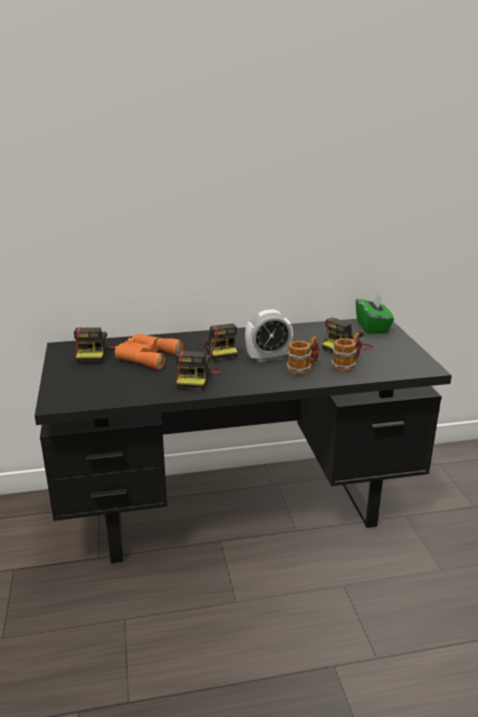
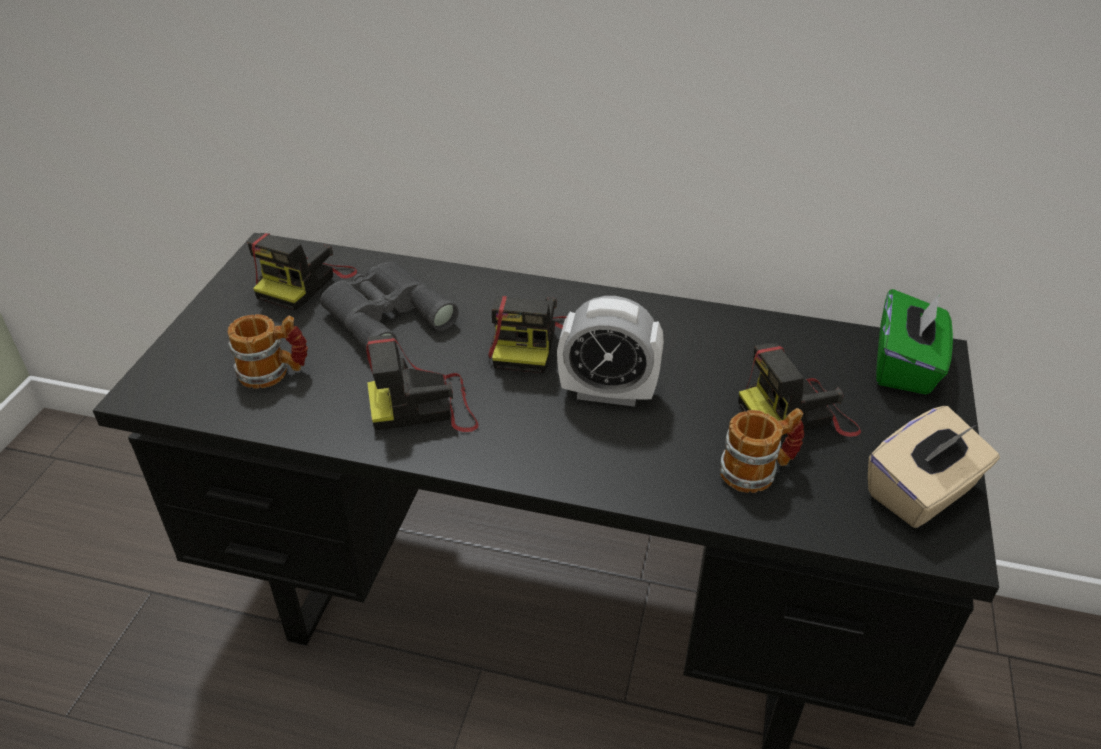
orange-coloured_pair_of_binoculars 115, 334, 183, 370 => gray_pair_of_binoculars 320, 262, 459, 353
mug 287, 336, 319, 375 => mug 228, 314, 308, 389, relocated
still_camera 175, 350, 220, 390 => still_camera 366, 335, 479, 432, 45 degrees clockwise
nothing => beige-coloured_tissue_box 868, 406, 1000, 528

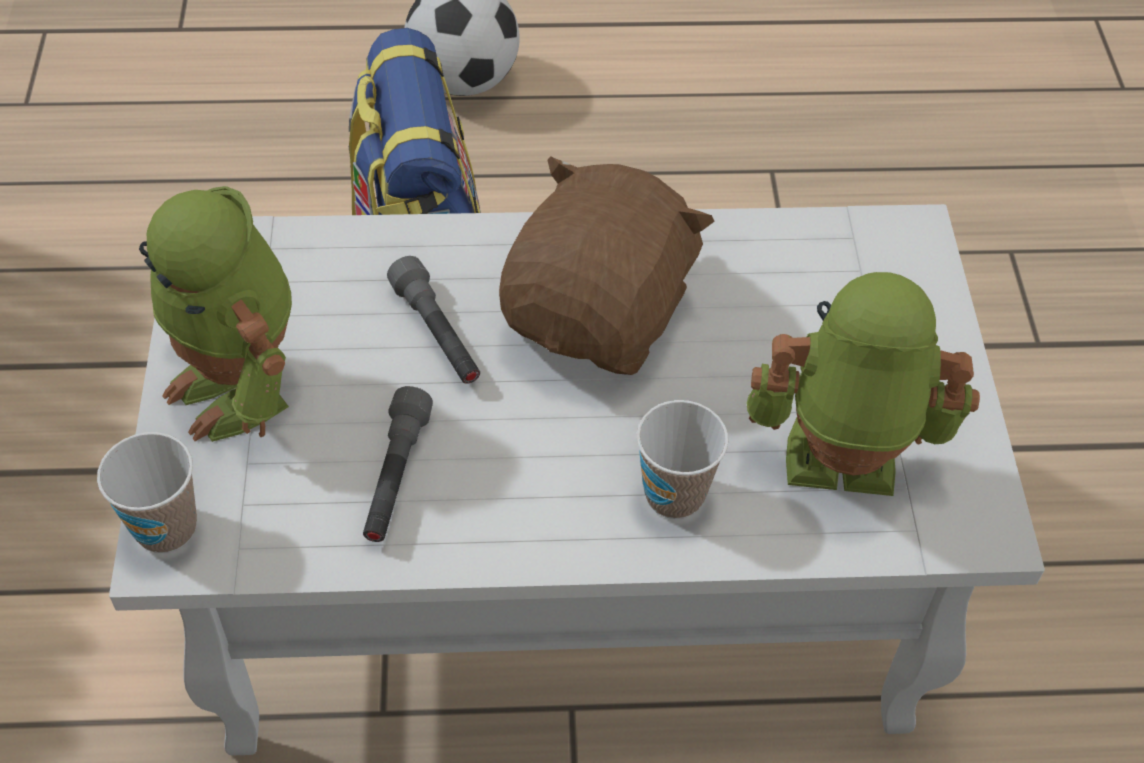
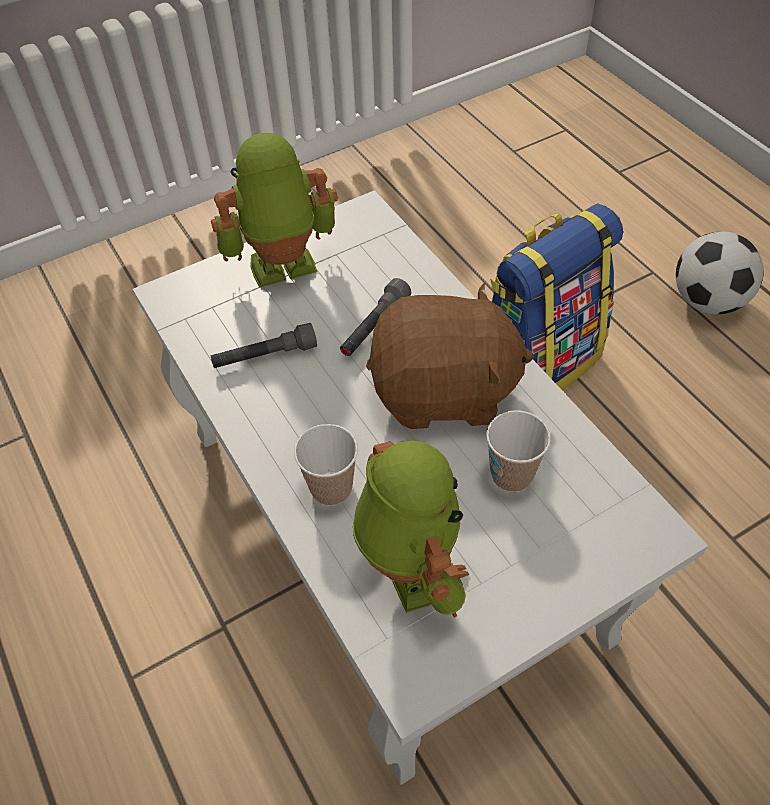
model_robot 139, 186, 292, 442 => model_robot 211, 133, 338, 288, 45 degrees clockwise
small_cup 97, 432, 197, 553 => small_cup 486, 410, 551, 492, relocated

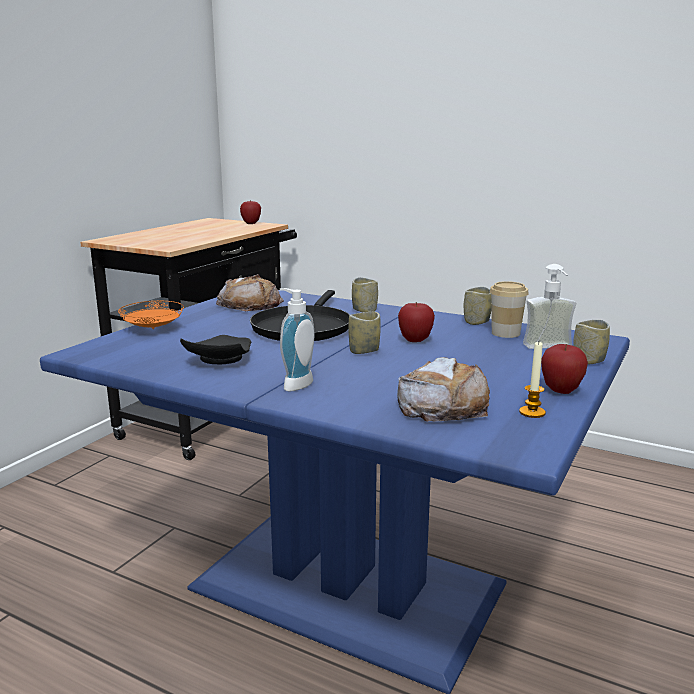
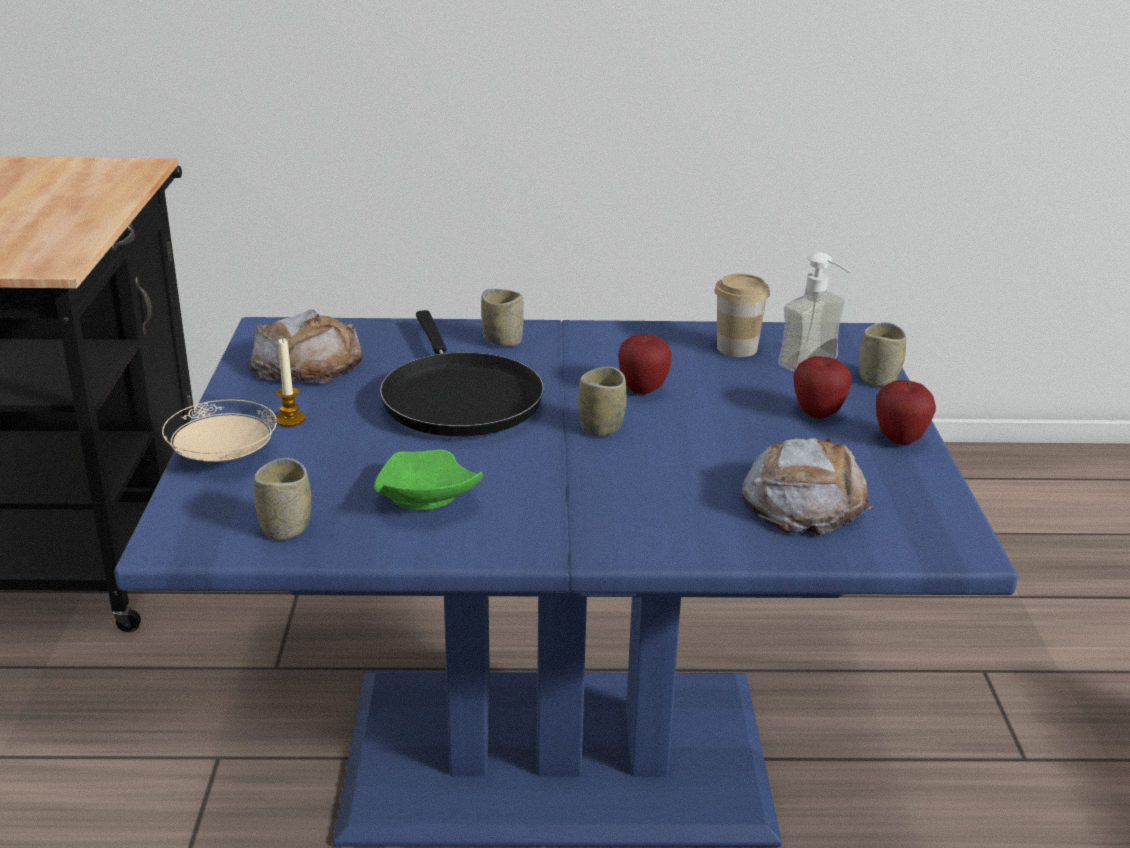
apple 240, 201, 261, 224 => apple 794, 356, 852, 419, relocated
small_cup 464, 287, 491, 325 => small_cup 254, 458, 311, 541, relocated
liquid_soap_bottle 280, 288, 314, 391 => nothing
orange-coloured_flat_dish 118, 301, 184, 329 => beige-coloured_flat_dish 162, 399, 277, 462
black_flat_dish 180, 335, 251, 365 => greenish_flat_dish 374, 450, 483, 510
wax_light 519, 342, 546, 418 => wax_light 275, 338, 306, 427, relocated

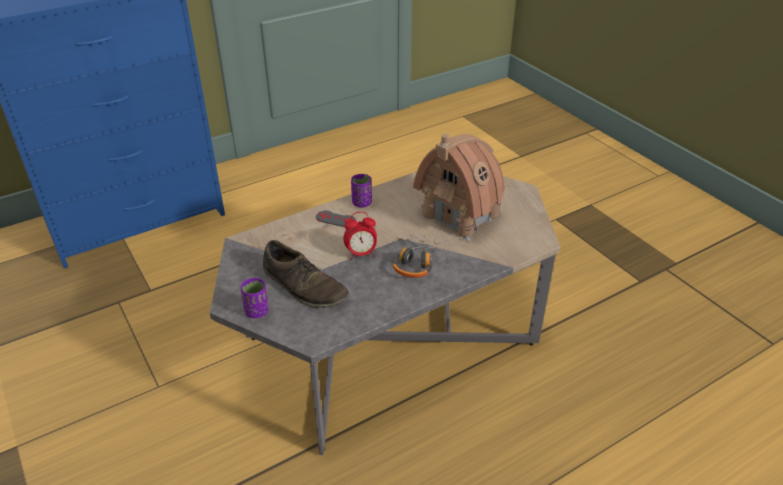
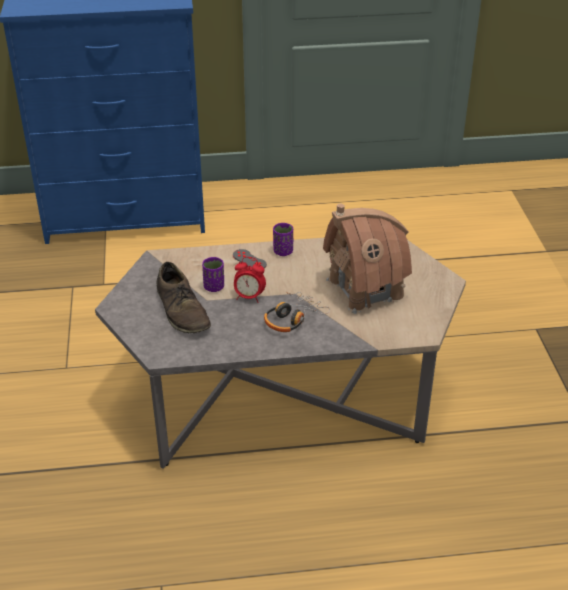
purplish_small_cup 240, 278, 269, 318 => purplish_small_cup 202, 257, 224, 292, relocated

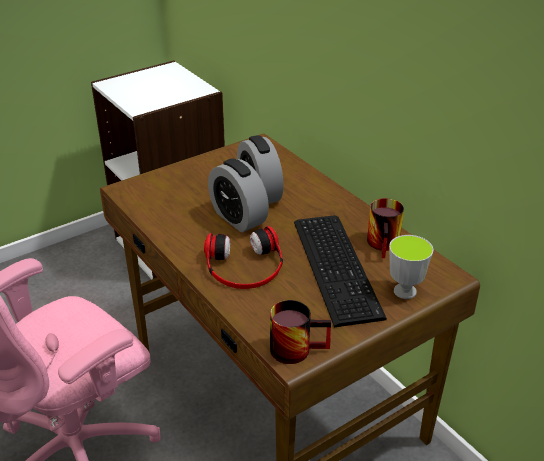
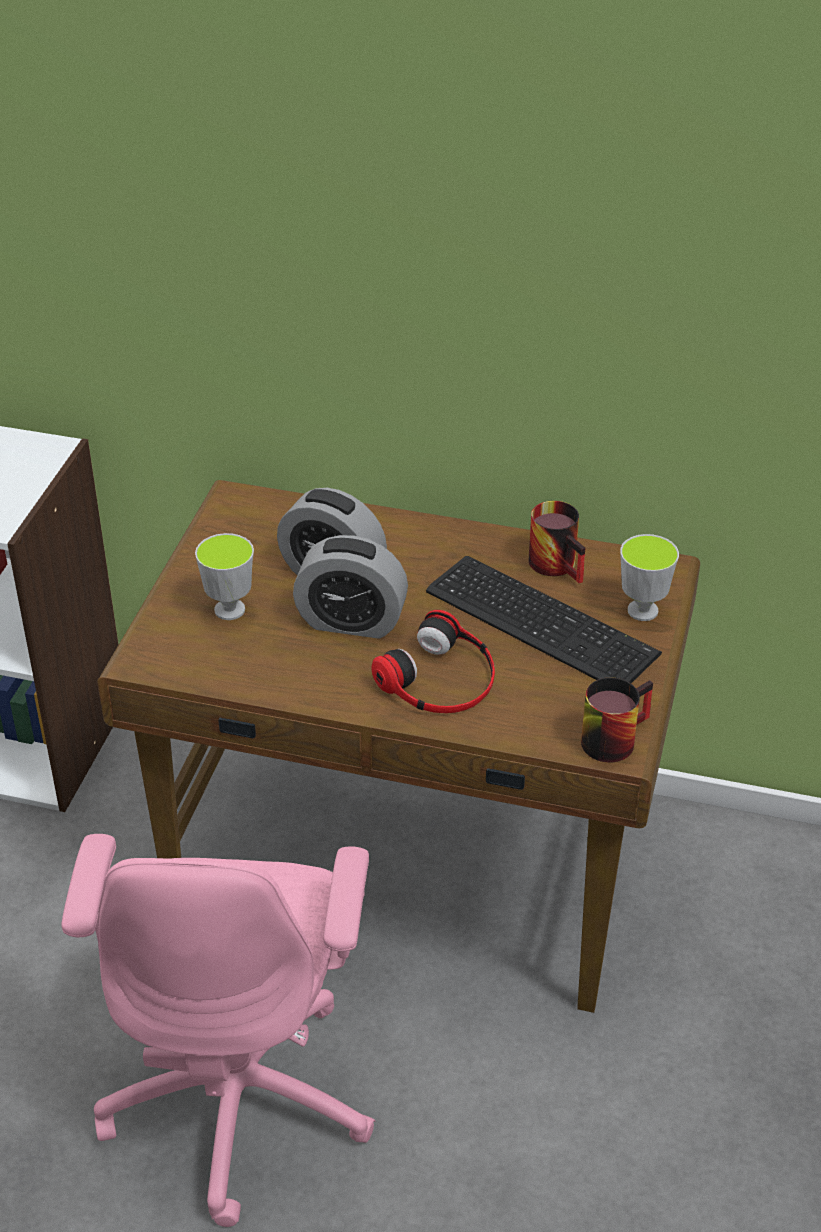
nothing => small_cup 195, 533, 254, 620

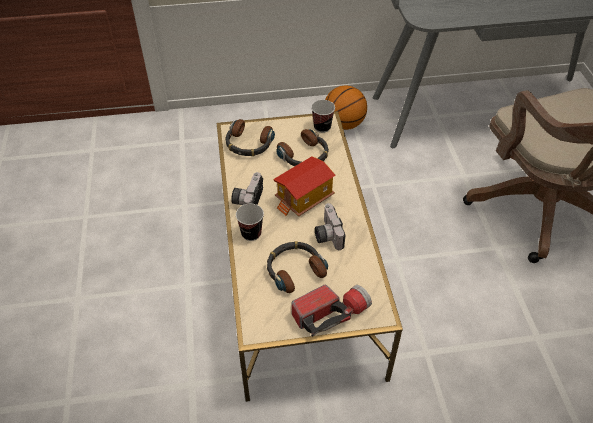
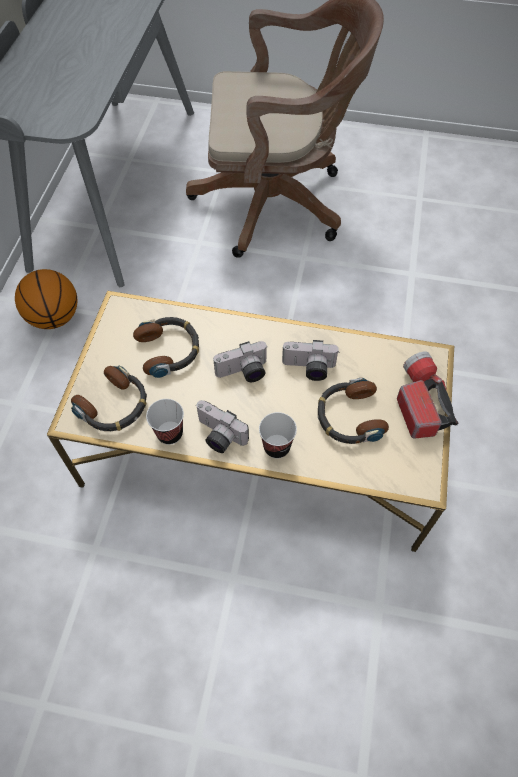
small_cup 311, 100, 335, 133 => small_cup 146, 399, 184, 445, relocated
model_house 273, 156, 336, 216 => still_camera 213, 341, 268, 382

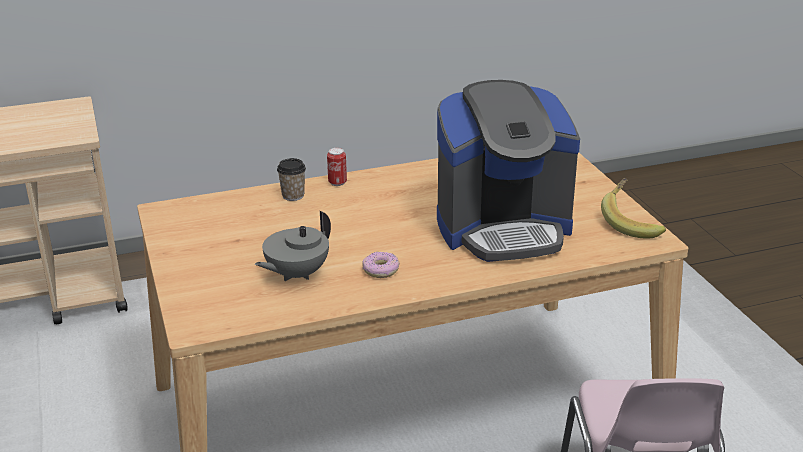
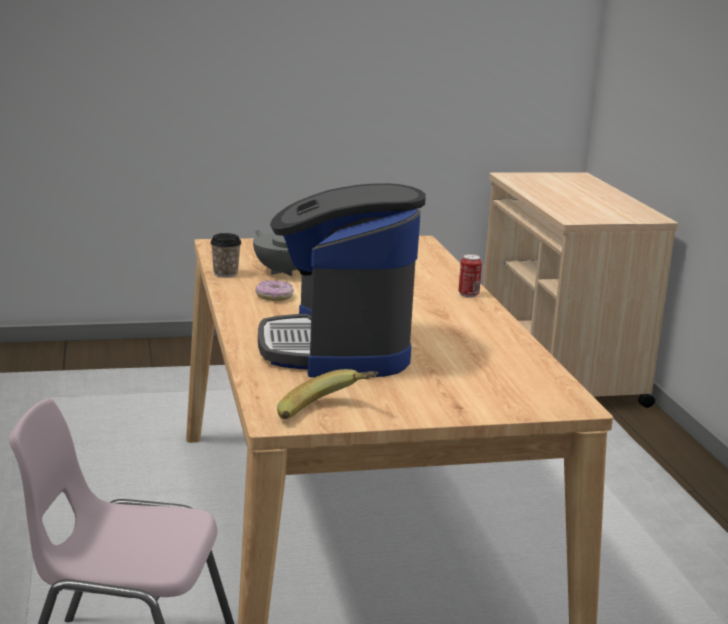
small_cup 277, 158, 306, 201 => small_cup 210, 233, 241, 278, relocated

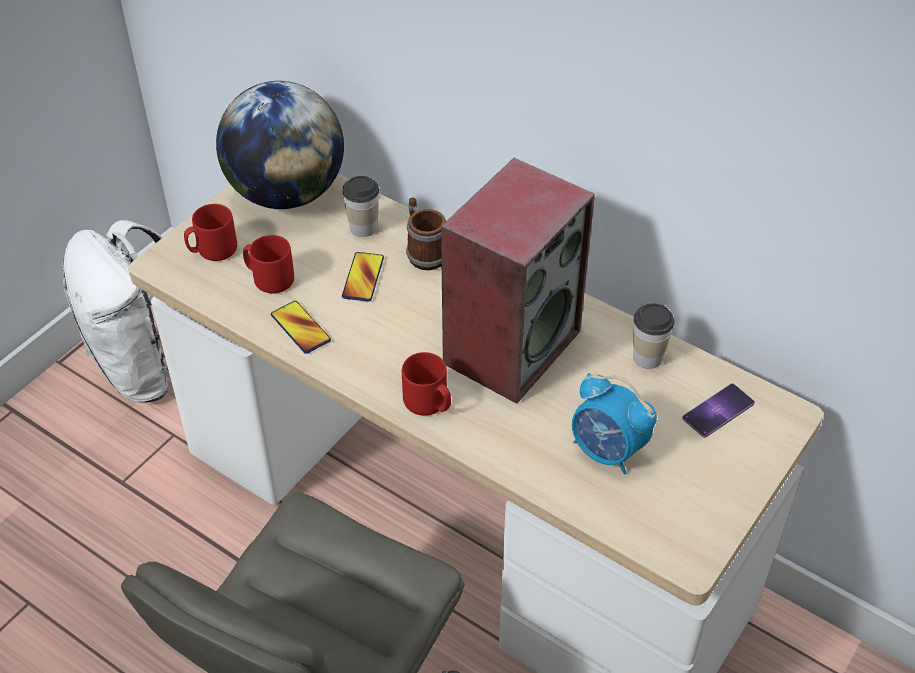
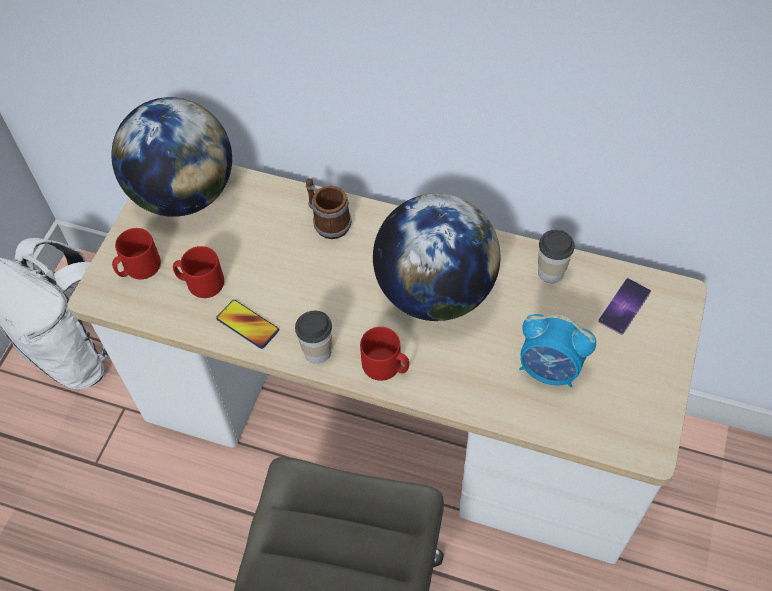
audio_speaker 441, 158, 595, 404 => globe 373, 193, 500, 321
small_cup 343, 176, 379, 237 => small_cup 295, 311, 332, 364, relocated
phone 342, 252, 384, 302 => nothing

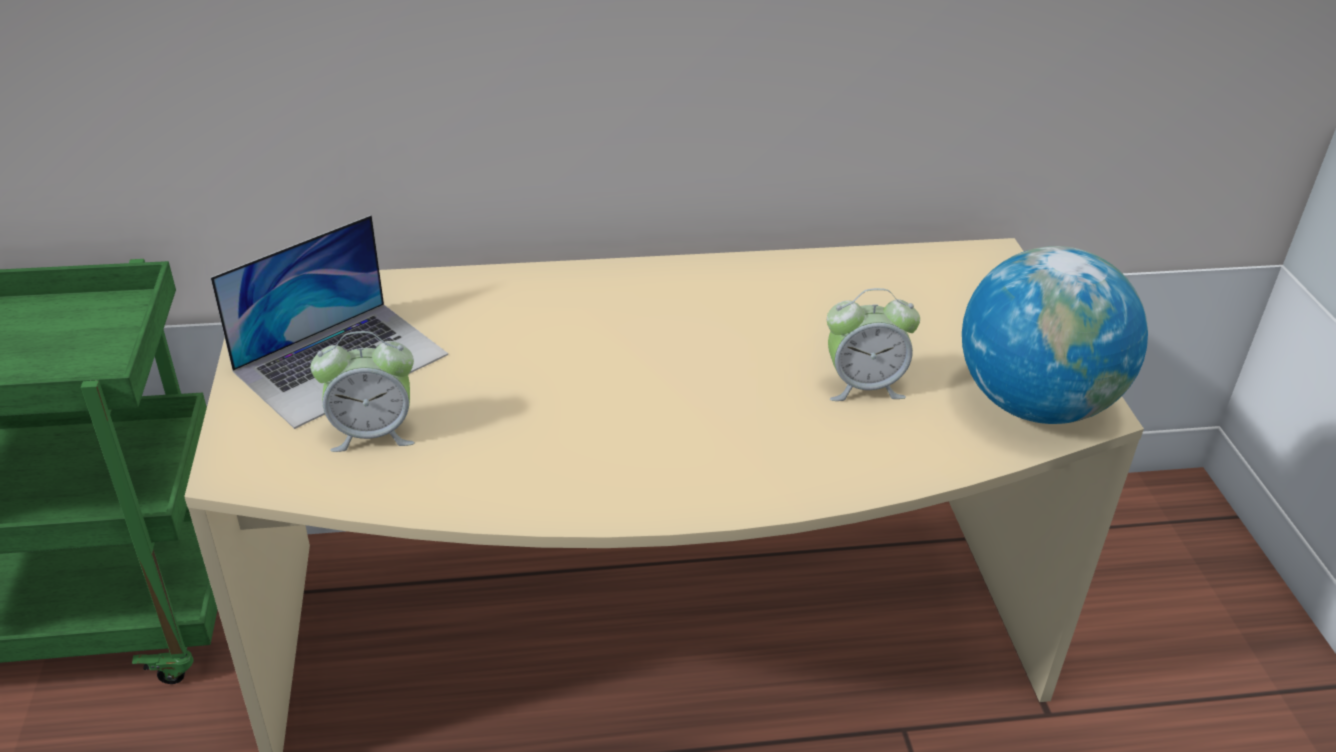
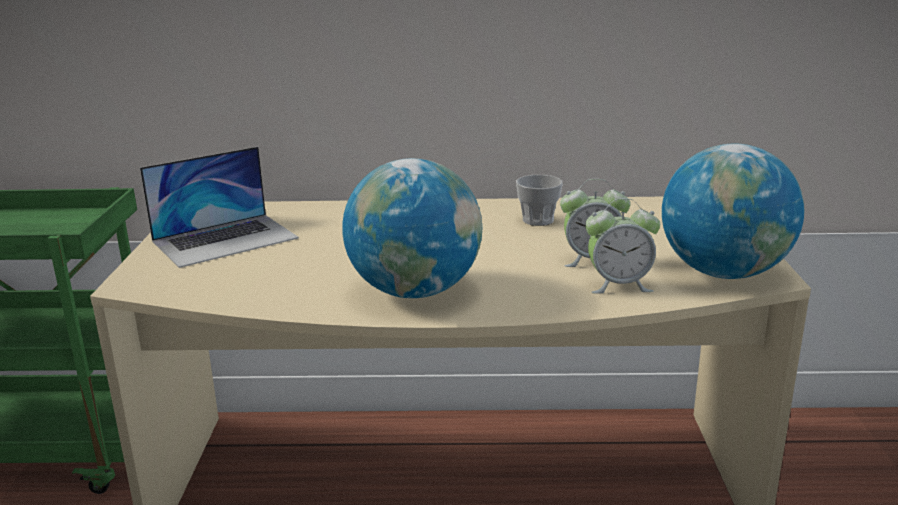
alarm_clock 311, 331, 415, 452 => alarm_clock 585, 198, 660, 294, relocated
nothing => globe 342, 158, 482, 298
nothing => small_cup 516, 175, 563, 226

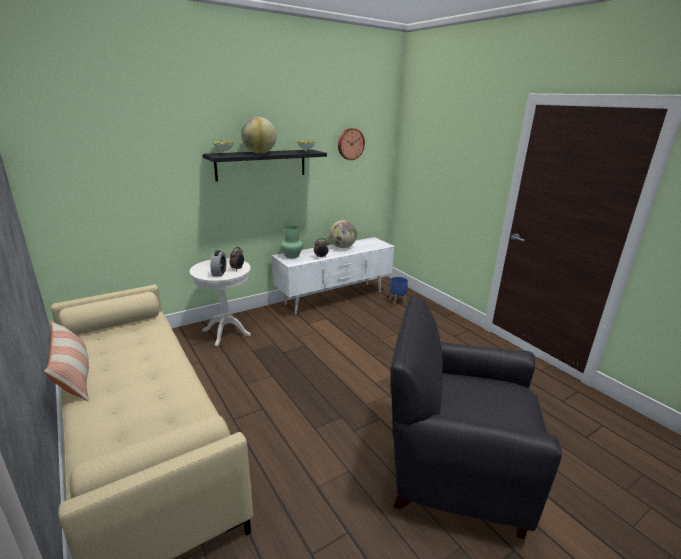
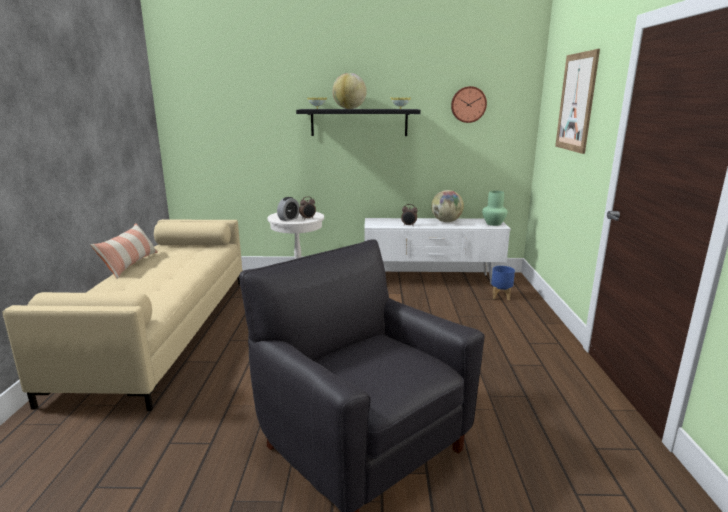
greenish_vase 281, 226, 303, 258 => greenish_vase 482, 191, 508, 226, relocated
nothing => wall_picture 555, 49, 600, 154

